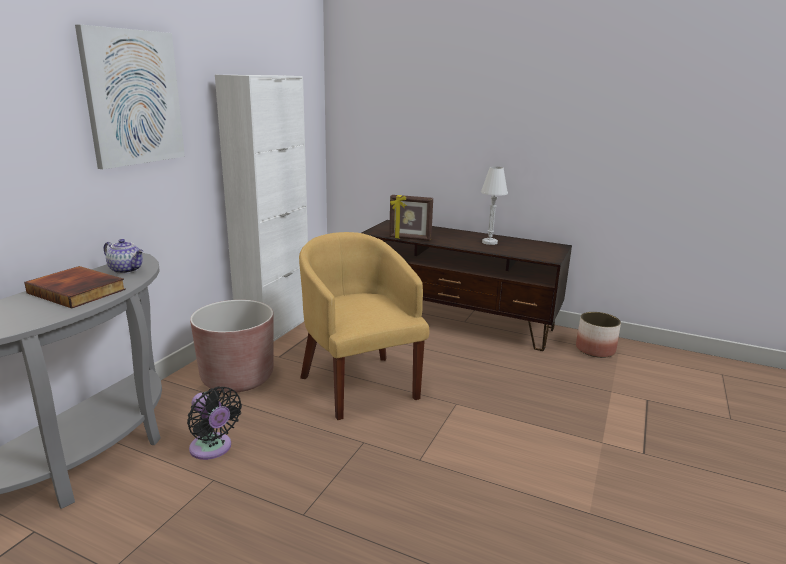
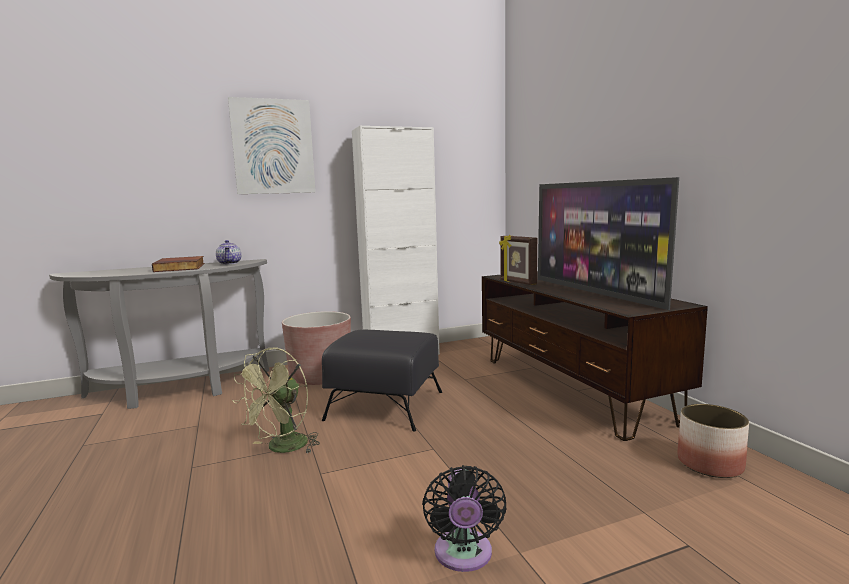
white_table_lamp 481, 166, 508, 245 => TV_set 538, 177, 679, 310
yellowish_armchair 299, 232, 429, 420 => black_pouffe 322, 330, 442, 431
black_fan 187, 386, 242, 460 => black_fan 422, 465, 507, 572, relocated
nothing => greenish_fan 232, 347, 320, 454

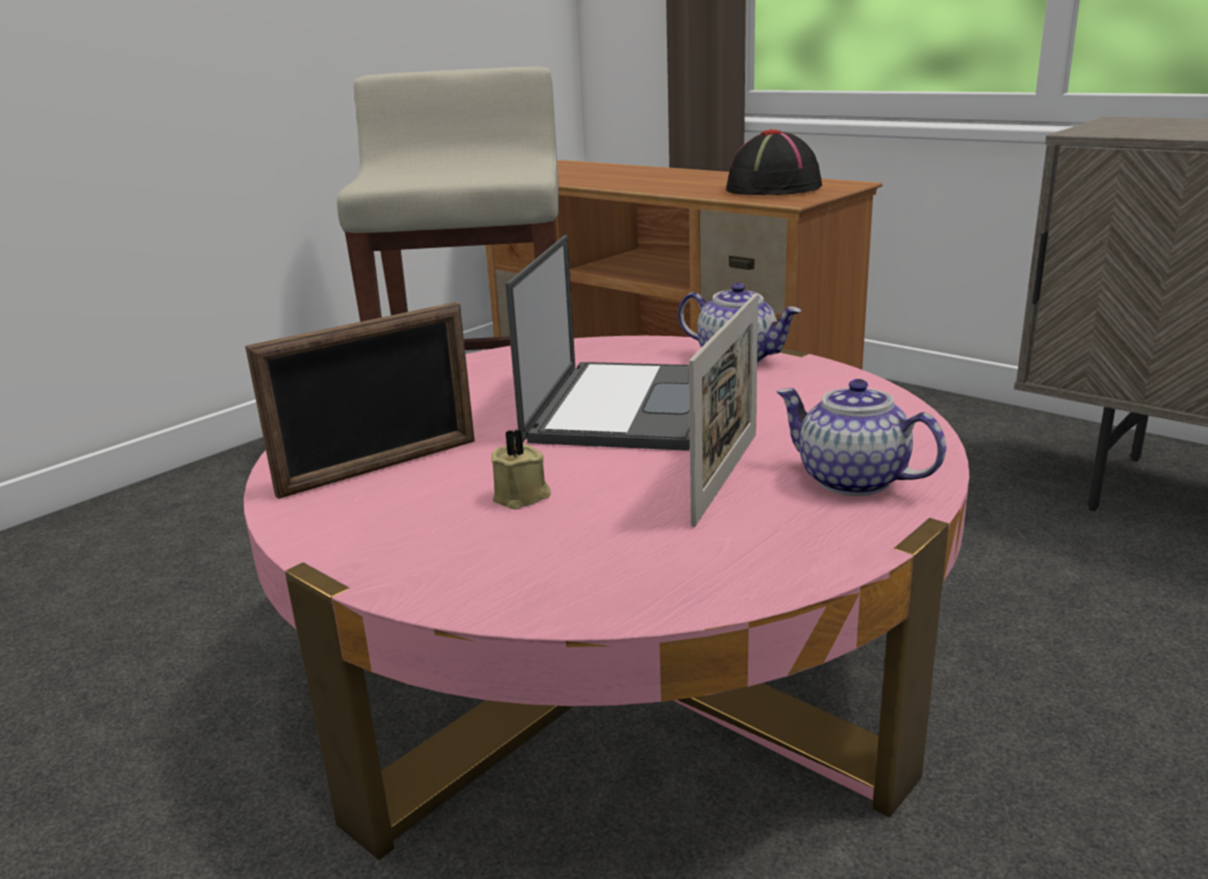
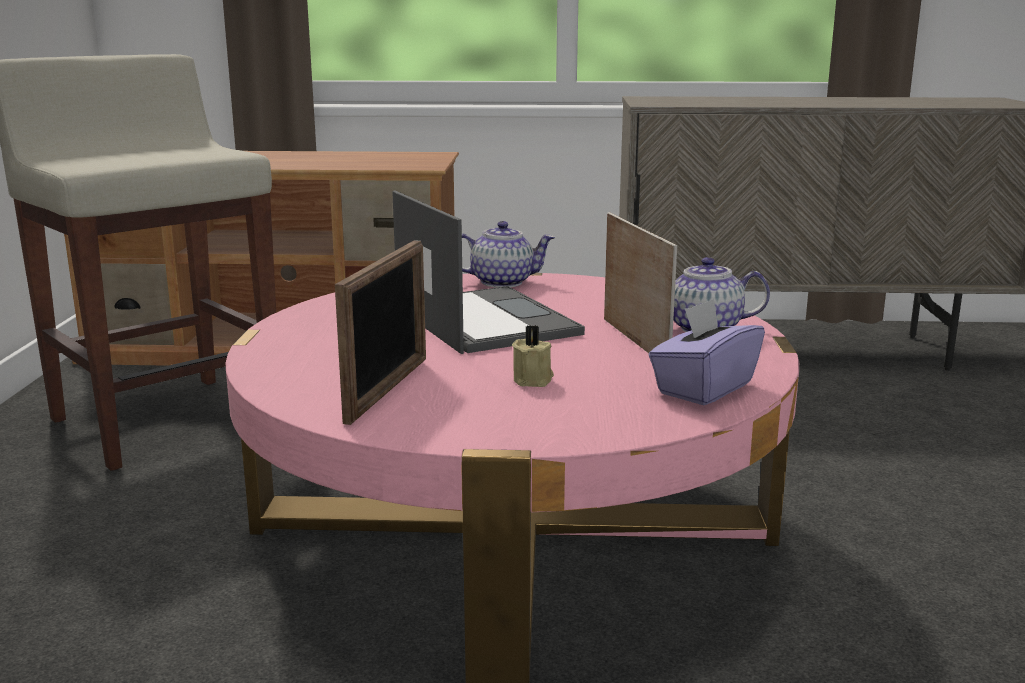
black_hat 726, 129, 822, 195 => nothing
nothing => purplish_tissue_box 649, 299, 765, 405

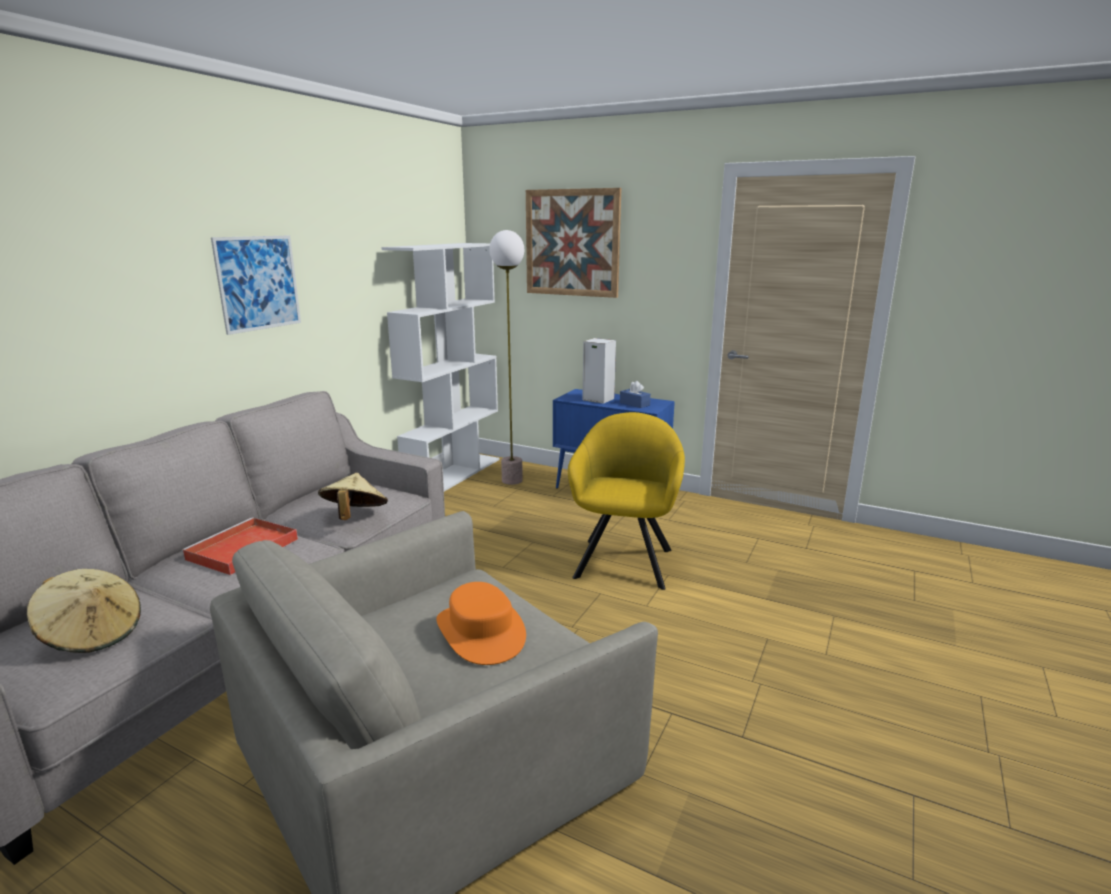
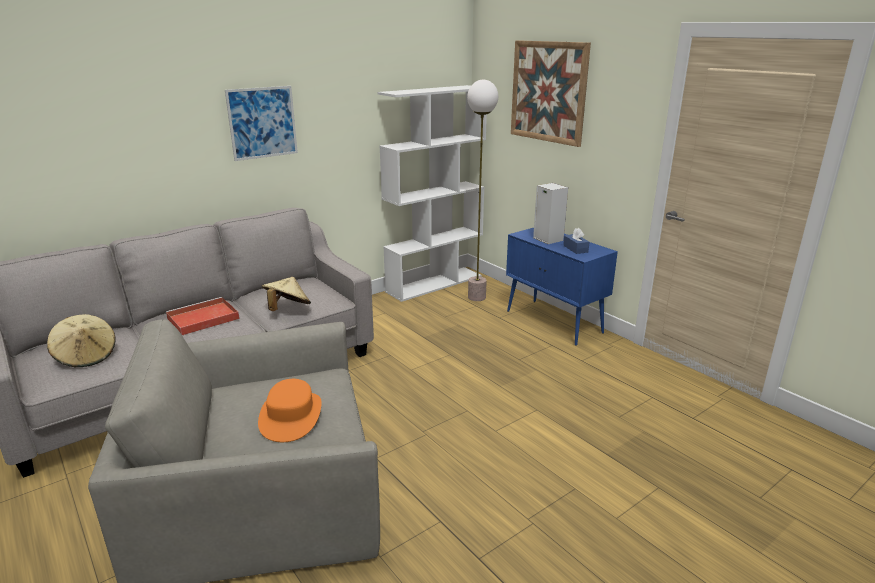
yellowish_armchair 568, 412, 685, 590 => nothing

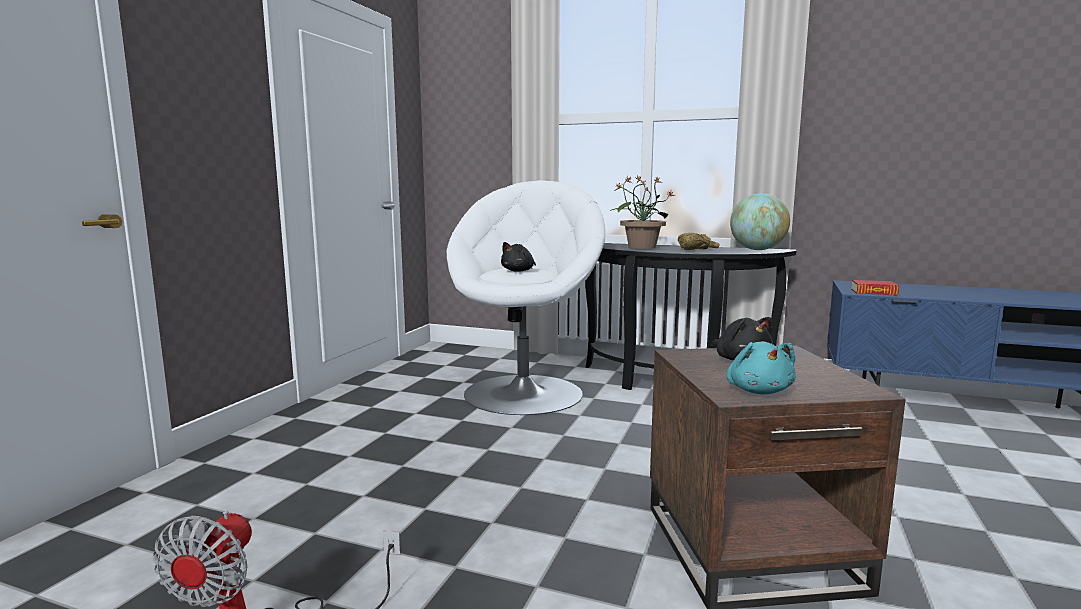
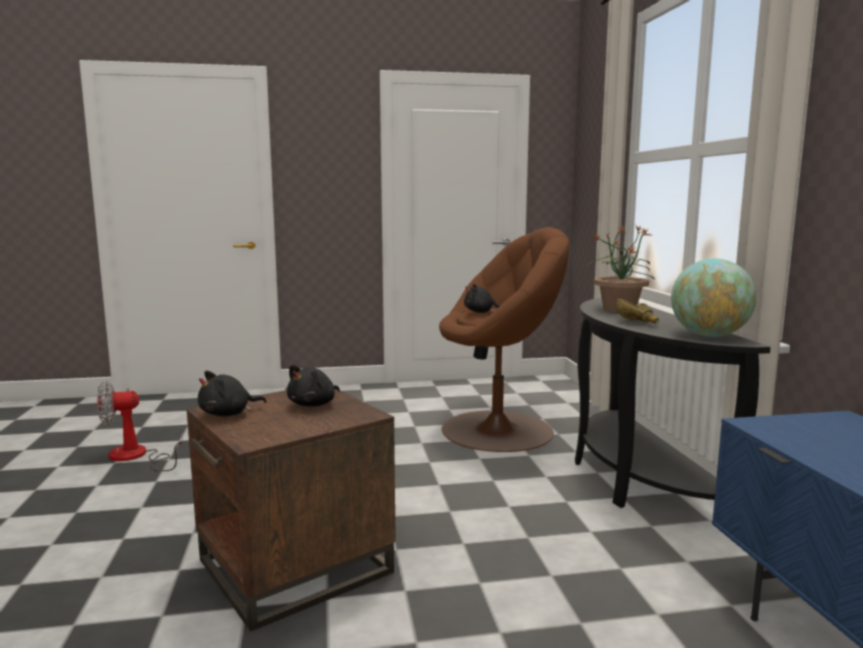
white_armchair 447, 180, 605, 415 => brown-coloured_armchair 439, 227, 570, 452
book 851, 280, 899, 295 => nothing
turquoise_soft_toy 726, 341, 796, 394 => black_soft_toy 198, 371, 267, 416

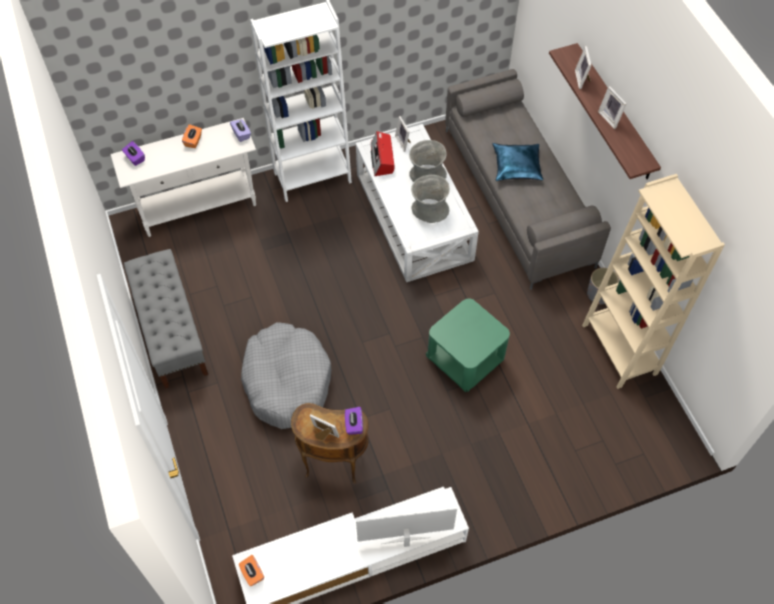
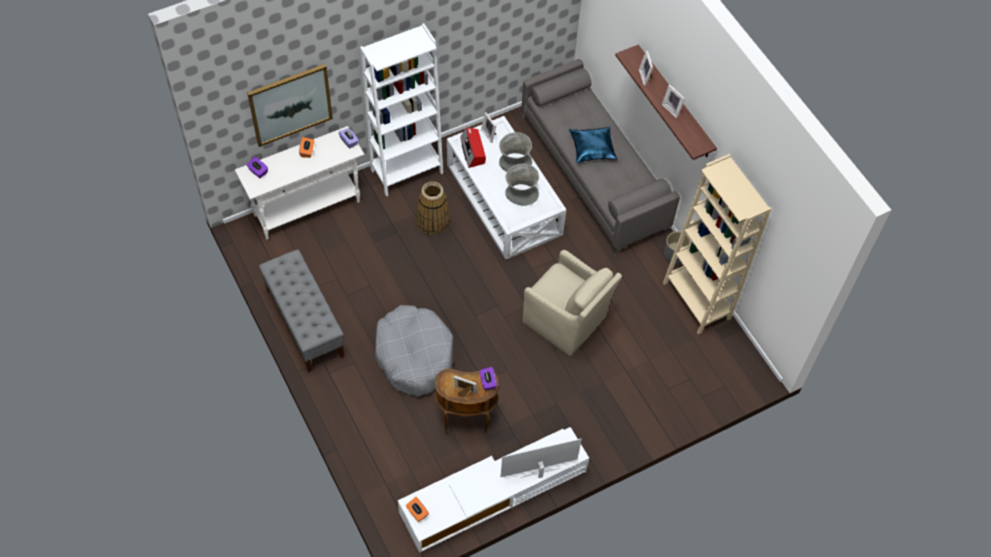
greenish_end_table 426, 299, 510, 392 => beige-coloured_armchair 523, 250, 622, 356
nothing => wall_picture 247, 64, 333, 147
nothing => basket 416, 181, 450, 235

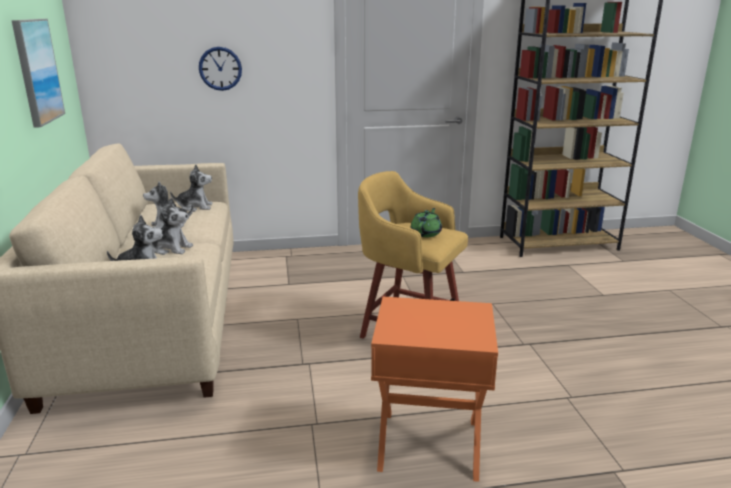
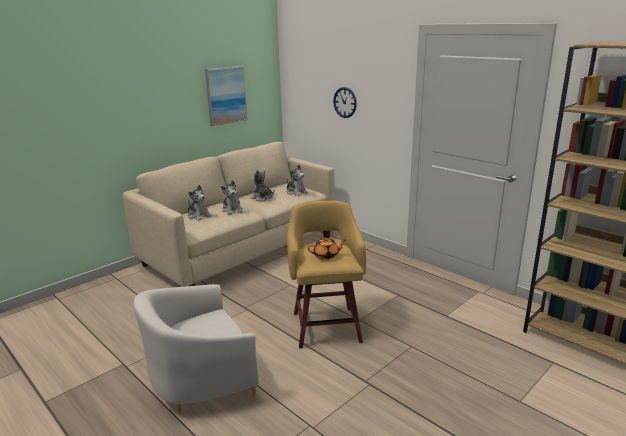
greenish_pot_for_tea 411, 208, 442, 237 => orange-coloured_pot_for_tea 308, 238, 346, 260
orange-coloured_end_table 371, 297, 498, 482 => white_armchair 133, 284, 259, 414

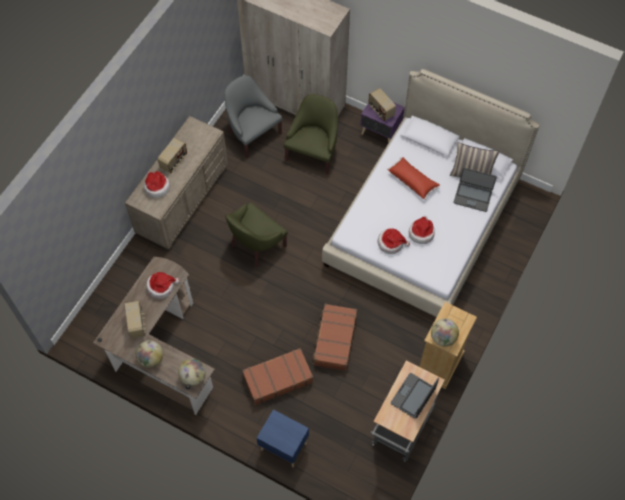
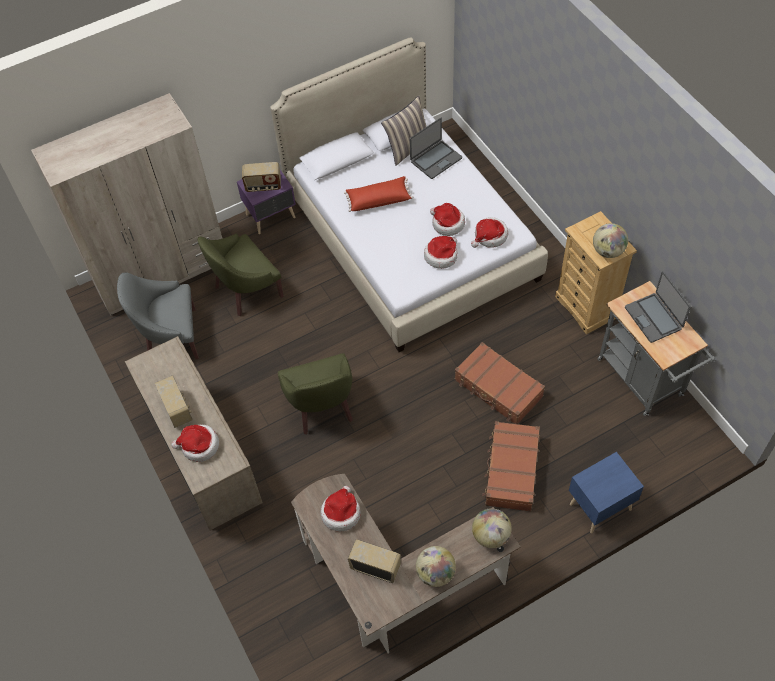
greenish_armchair 284, 94, 338, 175 => greenish_armchair 198, 233, 284, 316, 90 degrees counterclockwise
nothing => hat 471, 217, 508, 248

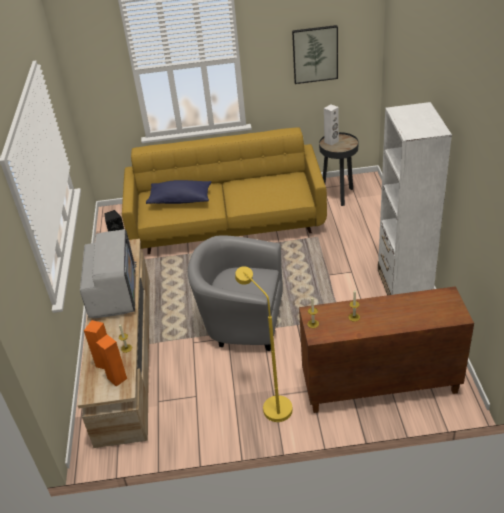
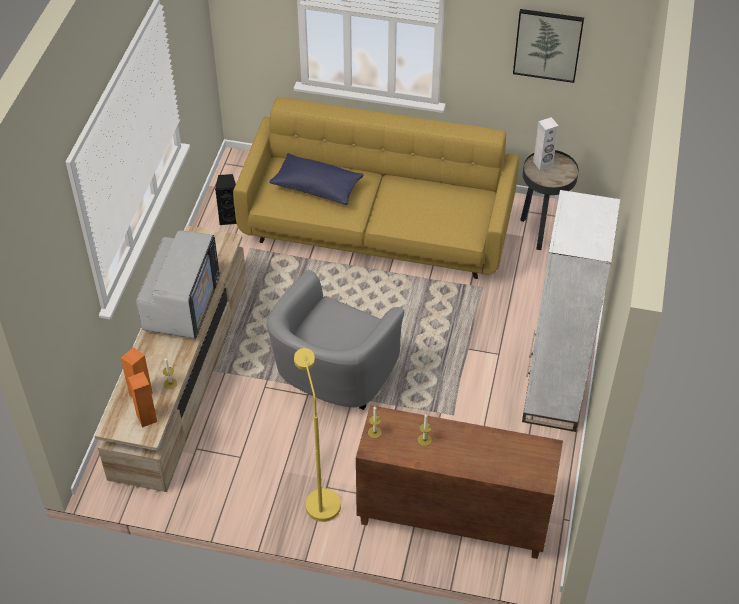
gray_armchair 188, 236, 283, 351 => gray_armchair 266, 270, 404, 410, 90 degrees counterclockwise

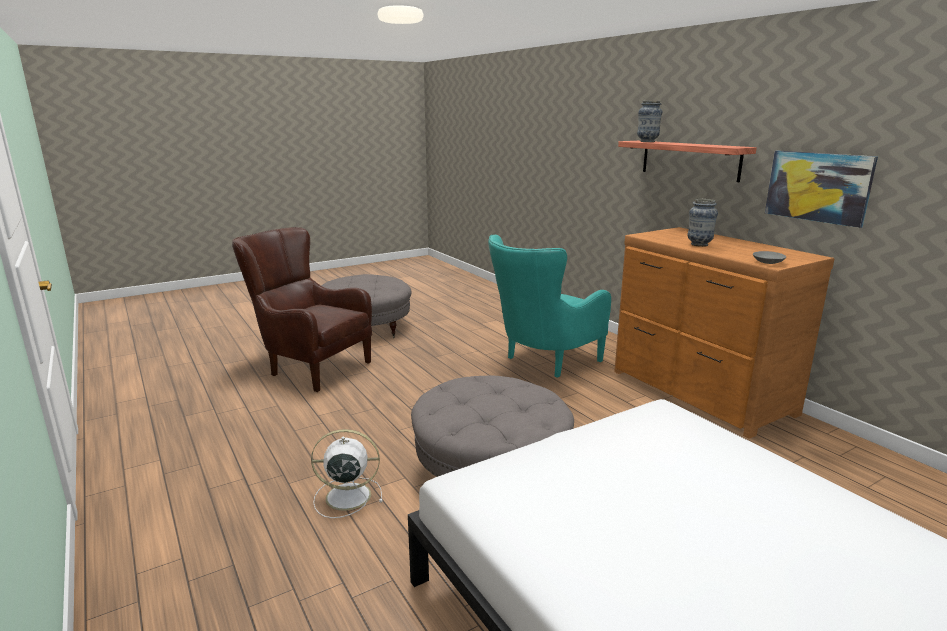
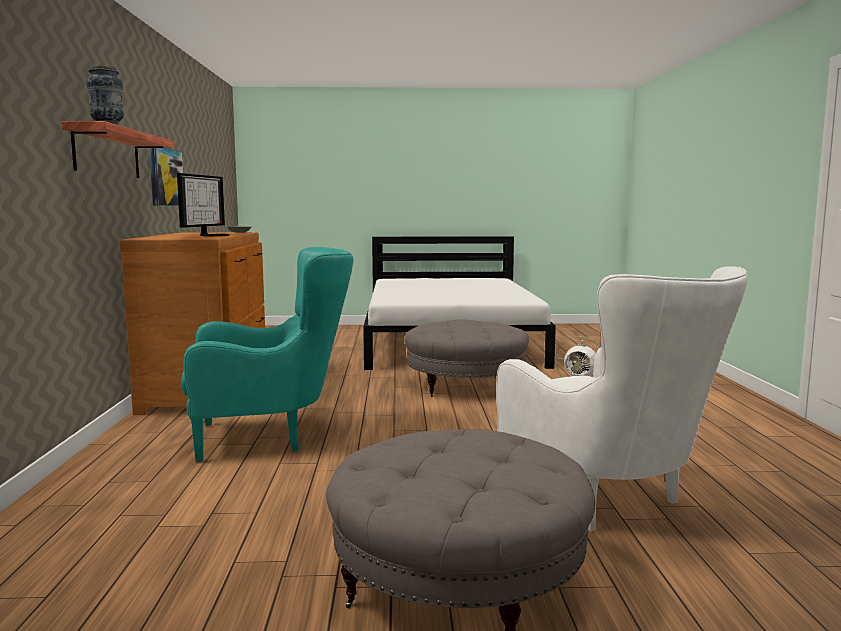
vase 687, 199, 718, 247 => computer_screen 177, 173, 230, 236
brown-coloured_armchair 232, 227, 372, 392 => white_armchair 496, 266, 748, 532

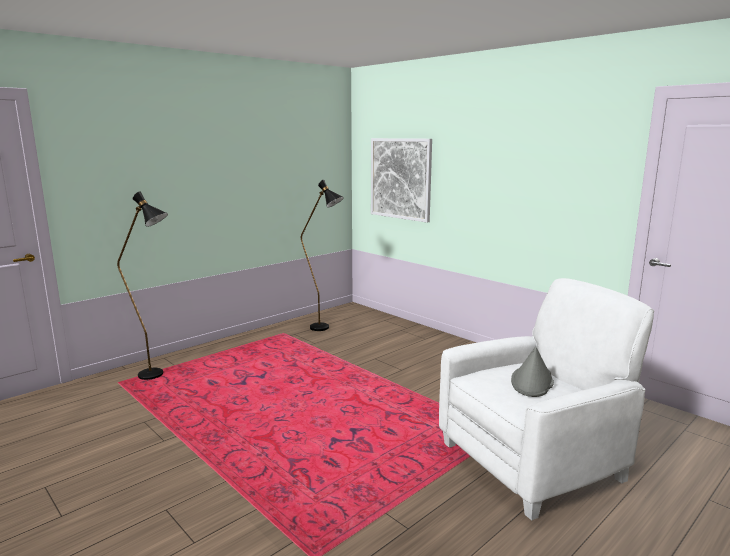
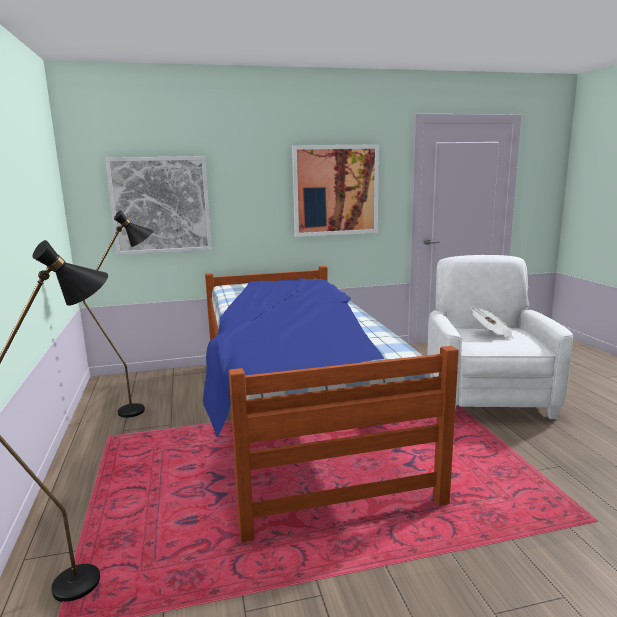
gray_hat 511, 347, 554, 397 => newspaper 470, 306, 514, 339
nothing => wall_picture 292, 144, 379, 237
nothing => sleeping_bed 203, 266, 459, 542

